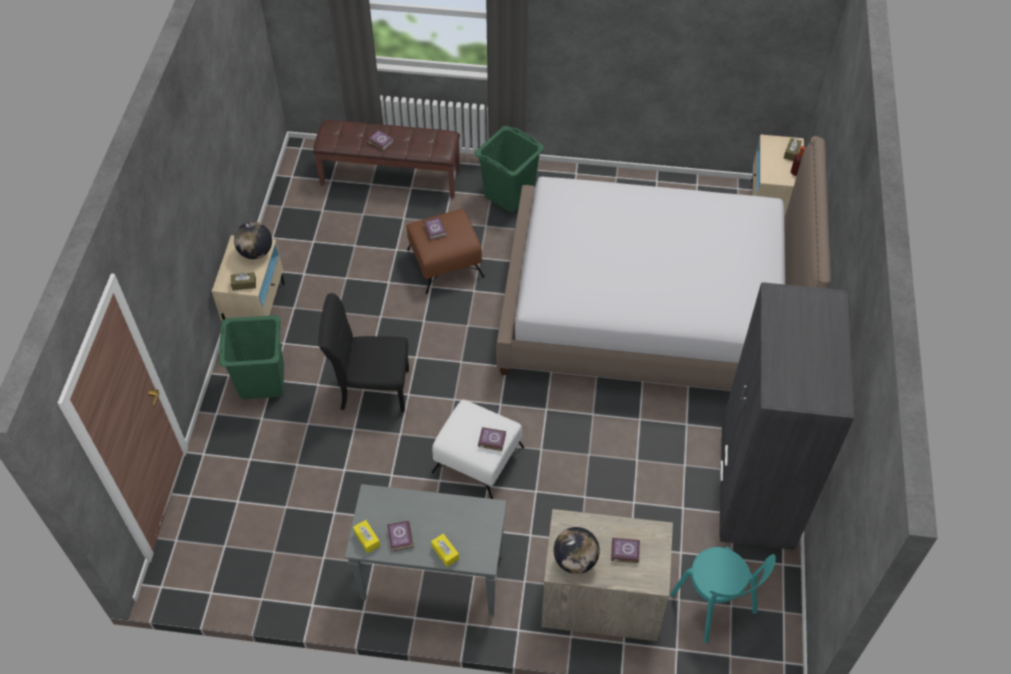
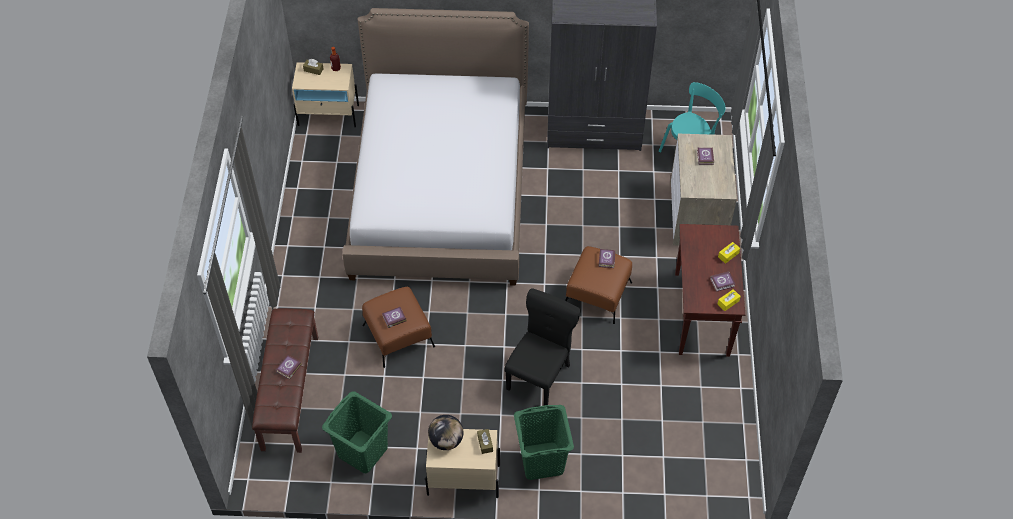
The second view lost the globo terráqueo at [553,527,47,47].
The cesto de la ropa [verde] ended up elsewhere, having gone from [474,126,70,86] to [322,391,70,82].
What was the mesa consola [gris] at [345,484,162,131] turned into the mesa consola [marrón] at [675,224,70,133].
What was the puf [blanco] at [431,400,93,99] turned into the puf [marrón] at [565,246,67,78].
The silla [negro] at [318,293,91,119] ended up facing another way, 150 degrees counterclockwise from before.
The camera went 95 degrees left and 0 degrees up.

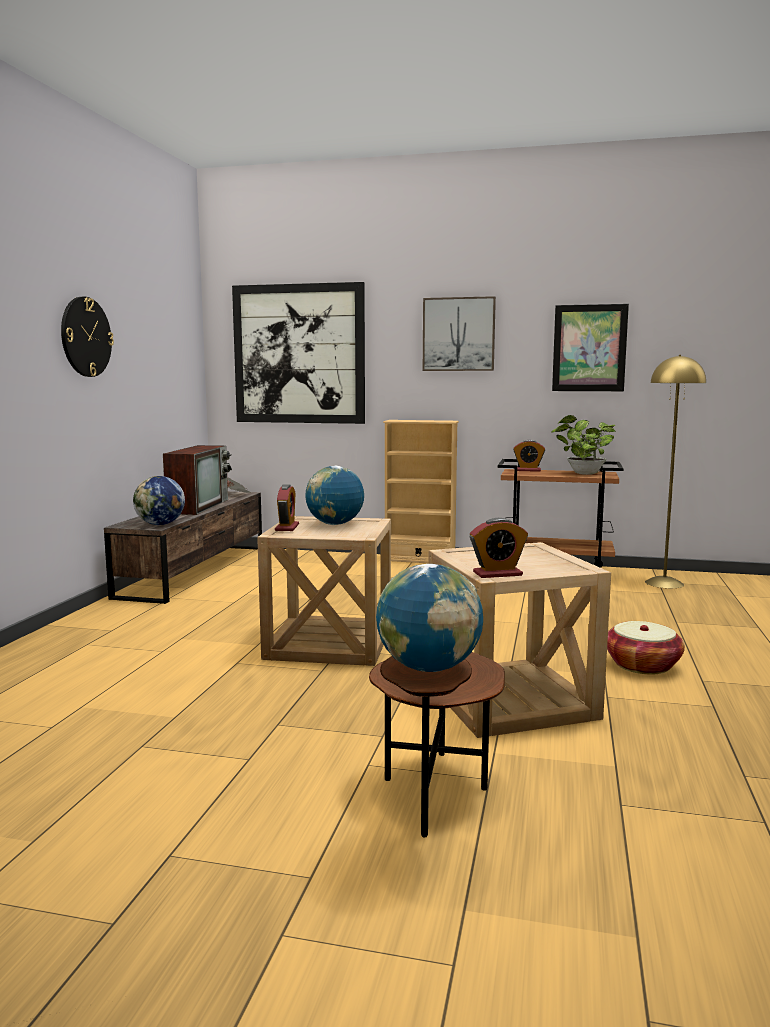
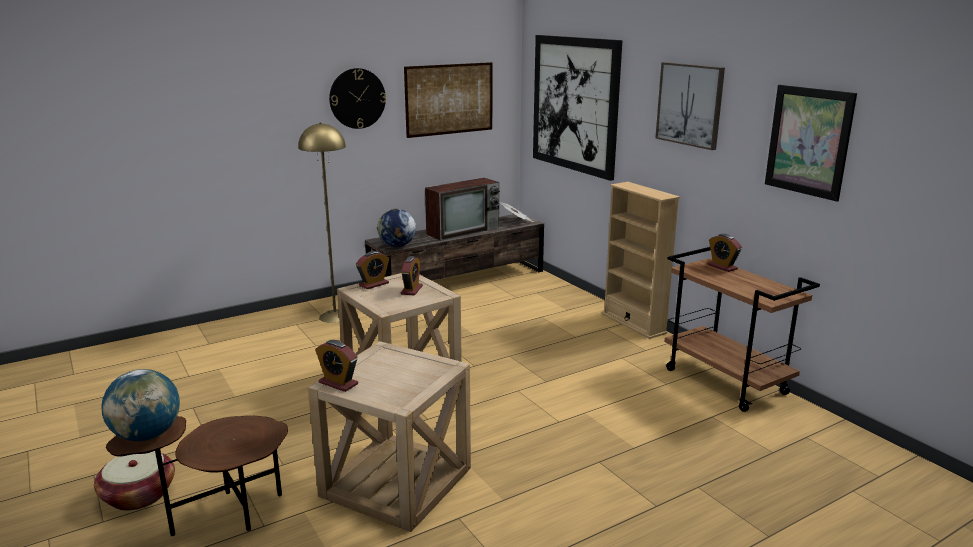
The second view lost the planta en maceta at [552,415,64,60].
The second view gained the cuadro at [404,62,89,76].
The cesta ended up elsewhere, having gone from [607,621,78,54] to [94,451,81,60].
The lámpara de pie [amarillo] ended up elsewhere, having gone from [645,355,61,233] to [298,122,48,201].
Where the globo terráqueo stood at [305,466,59,59], the despertador came to stand at [401,256,22,40].
The camera went 45 degrees right and 10 degrees up.

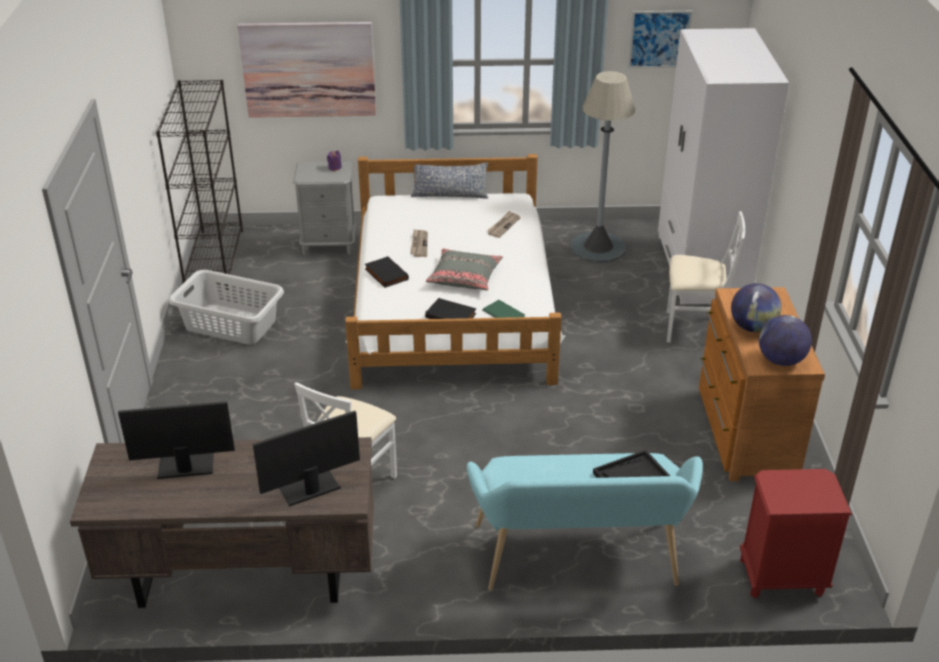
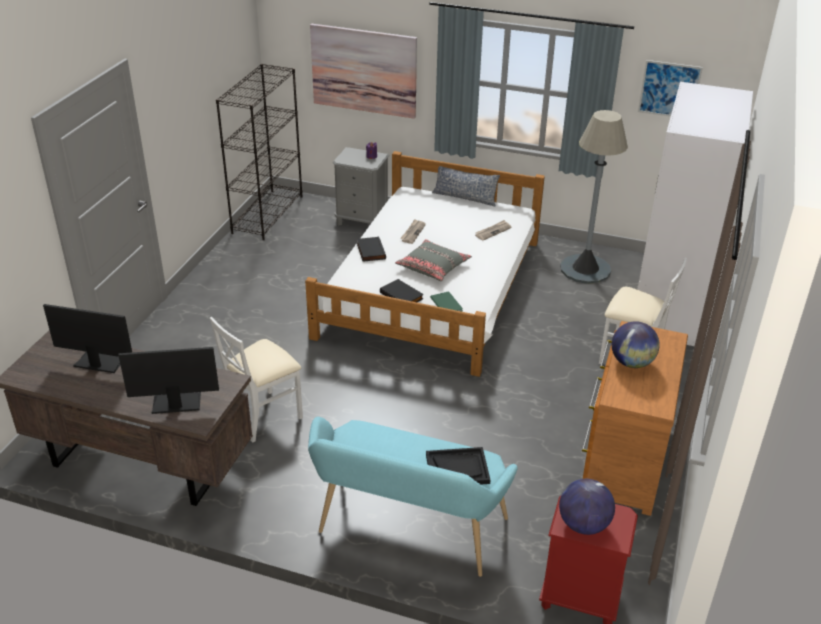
The second view lost the cesto de la ropa [gris] at [169,270,115,75].
The globo terráqueo ended up elsewhere, having gone from [759,315,53,51] to [559,479,56,56].
The camera went 20 degrees right and 0 degrees up.

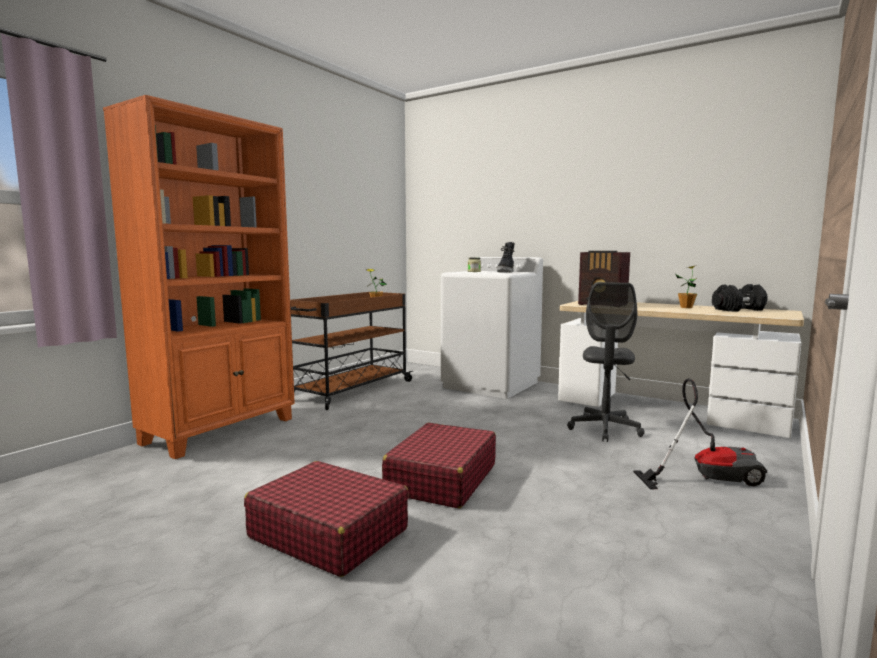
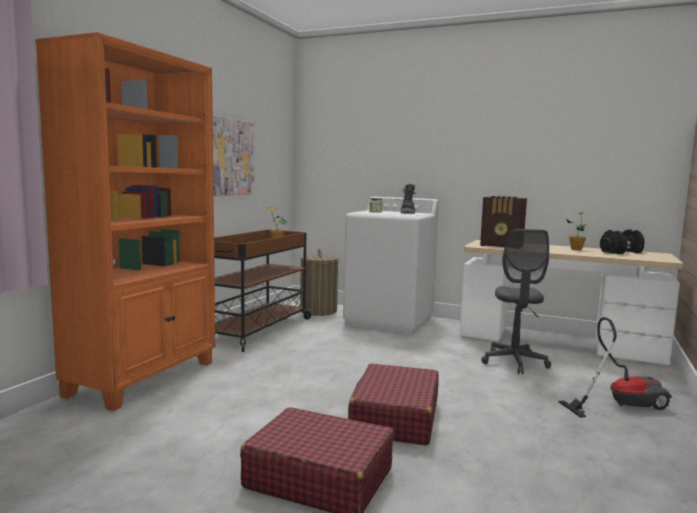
The second view gained the cuadro at [213,116,41,80].
The second view gained the cesto de la ropa at [300,249,38,67].
The camera went 10 degrees left and 0 degrees up.

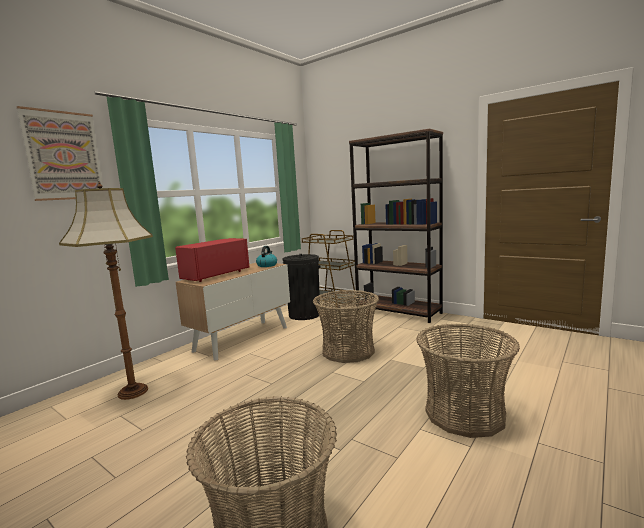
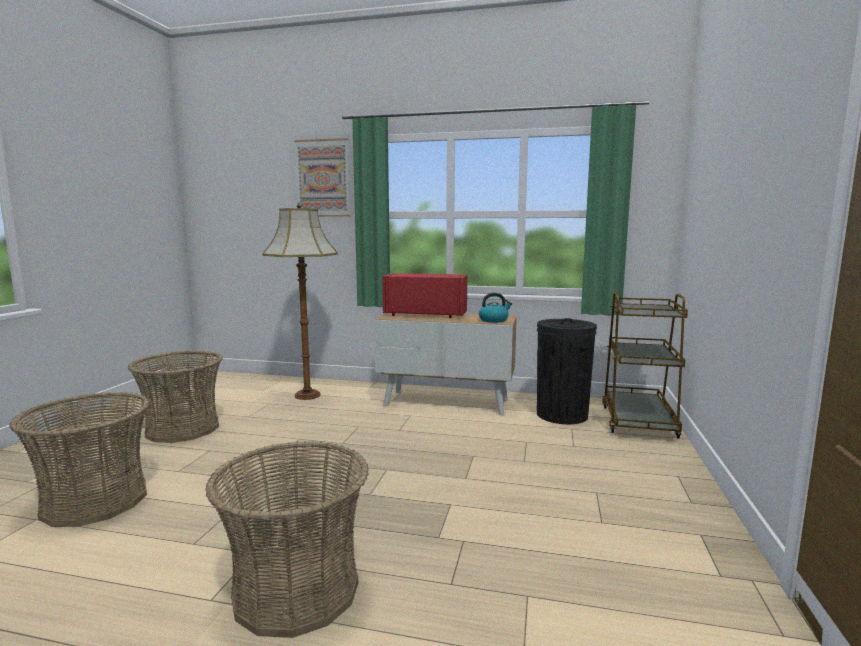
The second view lost the estantería [marrón] at [349,129,94,194].
The cesta ended up elsewhere, having gone from [313,290,66,73] to [128,351,95,92].
The camera went 65 degrees right and 0 degrees up.

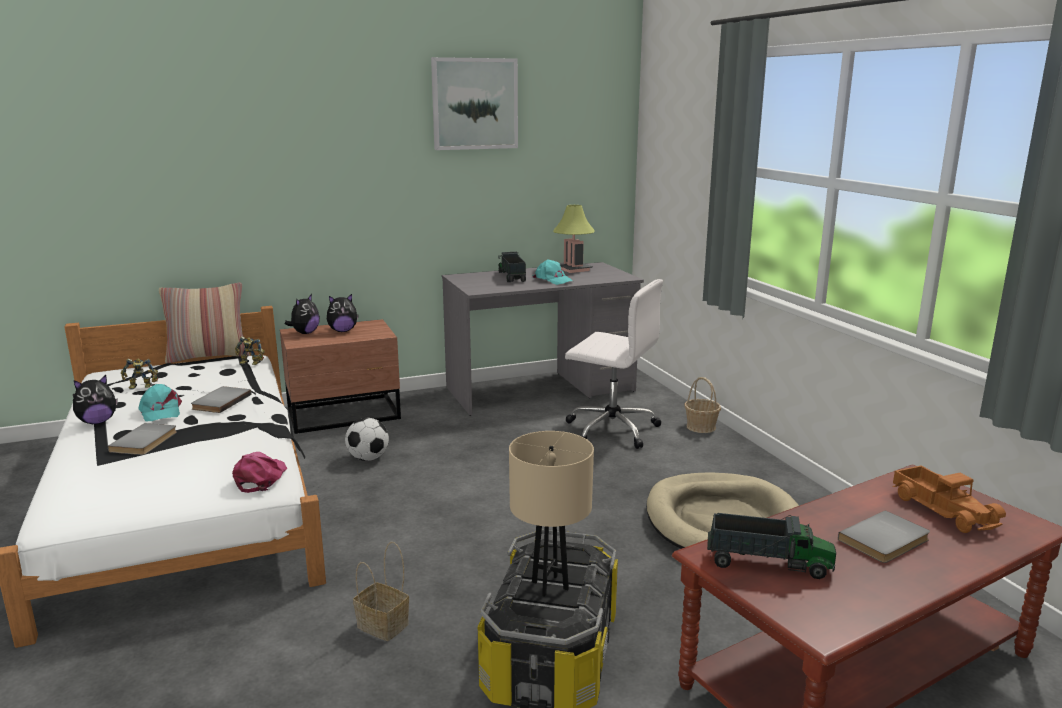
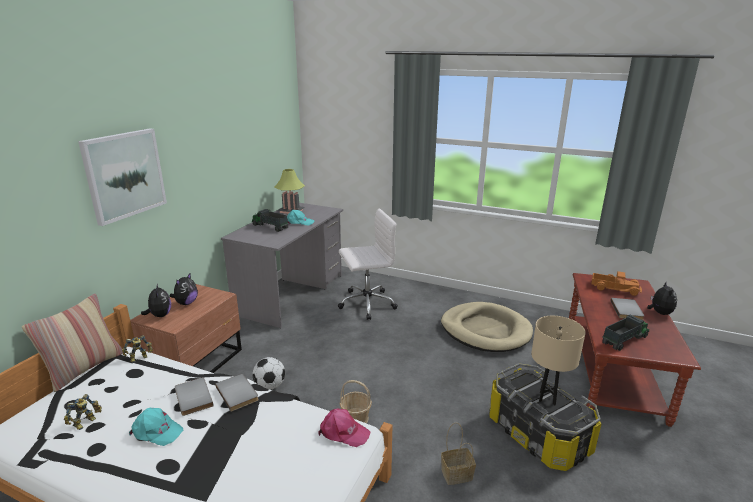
The peluche ended up elsewhere, having gone from [73,375,45,49] to [647,282,30,33].
The libro [gris] ended up elsewhere, having gone from [108,423,69,32] to [215,374,44,38].
The cuadro ended up elsewhere, having gone from [431,57,87,93] to [78,128,89,98].
The cesta ended up elsewhere, having gone from [684,377,37,56] to [339,380,33,44].
The gorra [rosa] at [232,452,55,41] ended up facing another way, 150 degrees clockwise from before.
The camera went 45 degrees left and 5 degrees up.

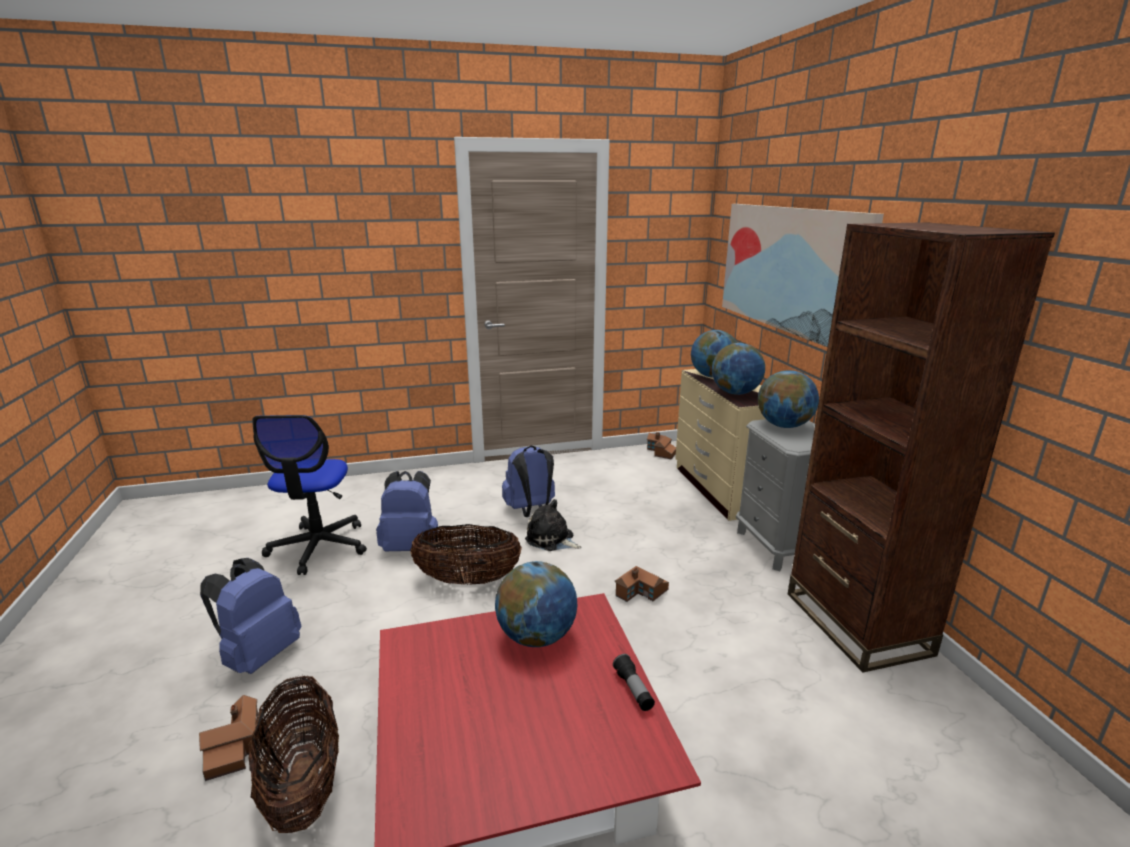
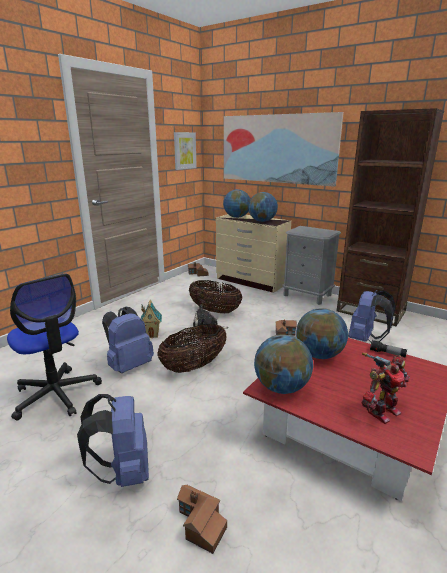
The second view gained the casita at [140,300,22,38].
The second view gained the cuadro at [174,132,23,38].
The second view gained the robot de juguete at [362,353,48,71].
The cesta ended up elsewhere, having gone from [248,675,91,158] to [189,280,53,33].
The mochila [azul] ended up elsewhere, having gone from [502,446,53,71] to [348,290,48,52].
The globo terráqueo ended up elsewhere, having gone from [758,370,61,58] to [254,335,59,59].
The camera went 40 degrees left and 0 degrees up.

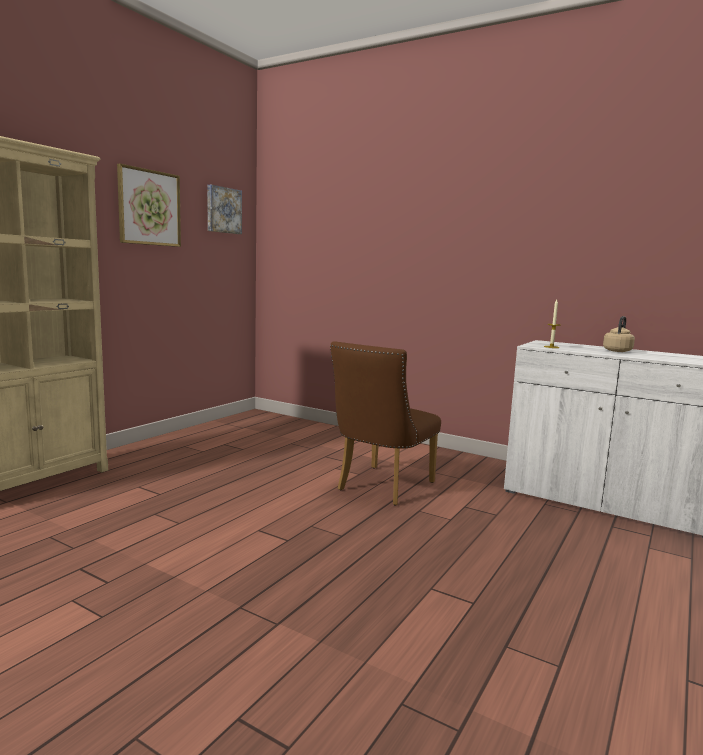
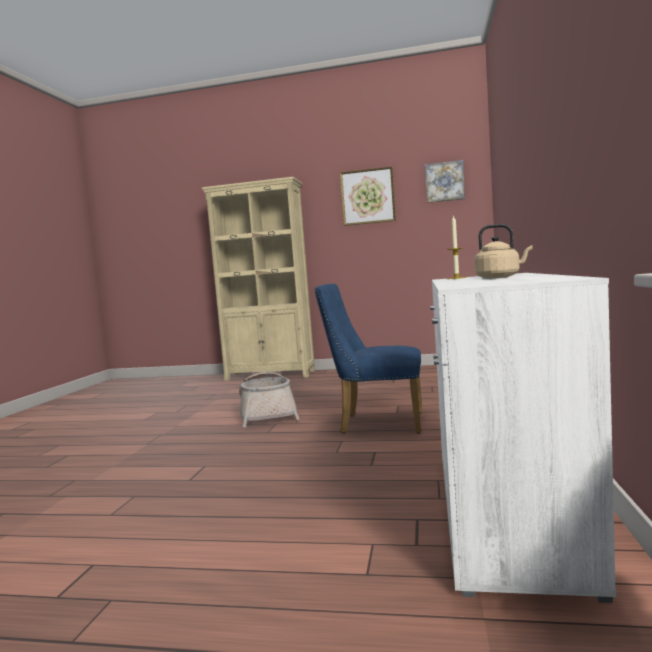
The second view gained the cesta at [239,372,60,56].
What was the silla [marrón] at [330,341,111,164] turned into the silla [azul] at [315,284,108,150].
The camera went 70 degrees right and 5 degrees down.

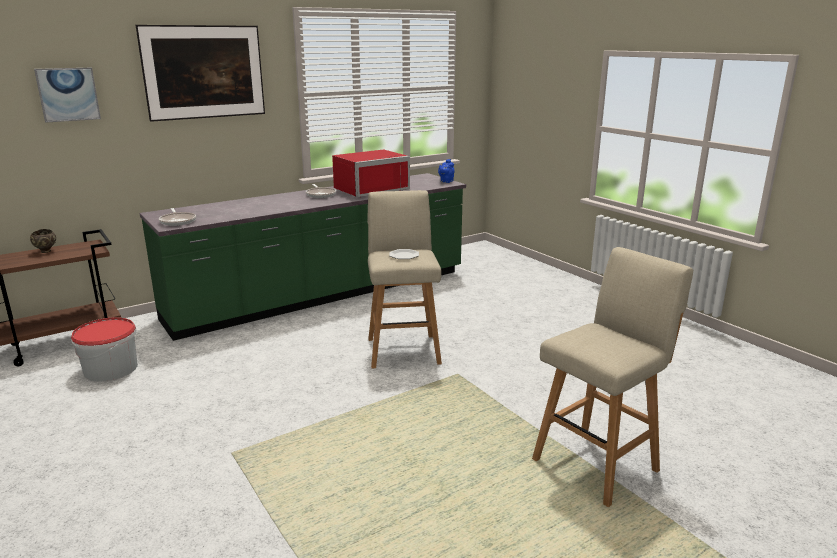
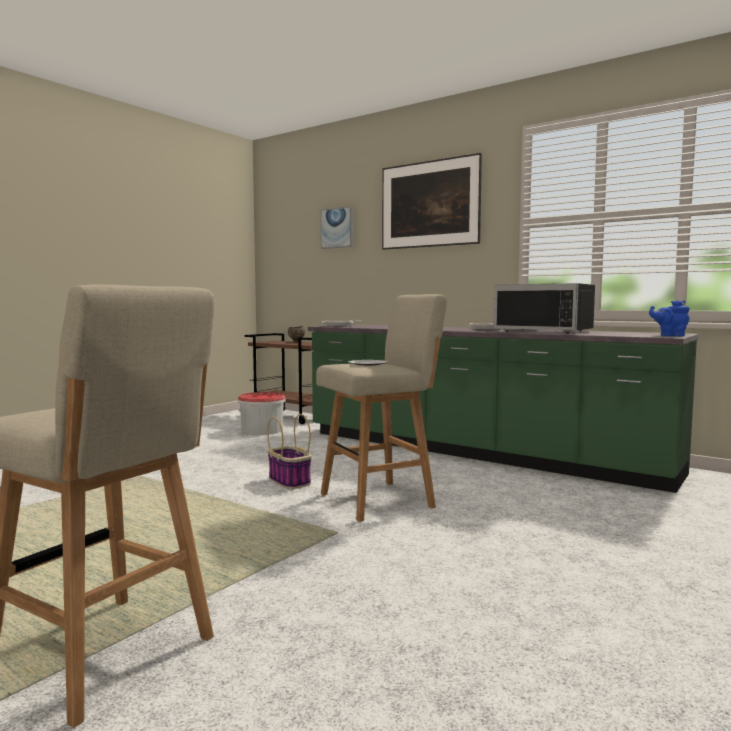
The second view gained the cesta at [267,414,45,75].
What was the microondas [rojo] at [332,150,78,47] turned into the microondas [negro] at [494,283,101,50].
The camera went 70 degrees right and 15 degrees down.

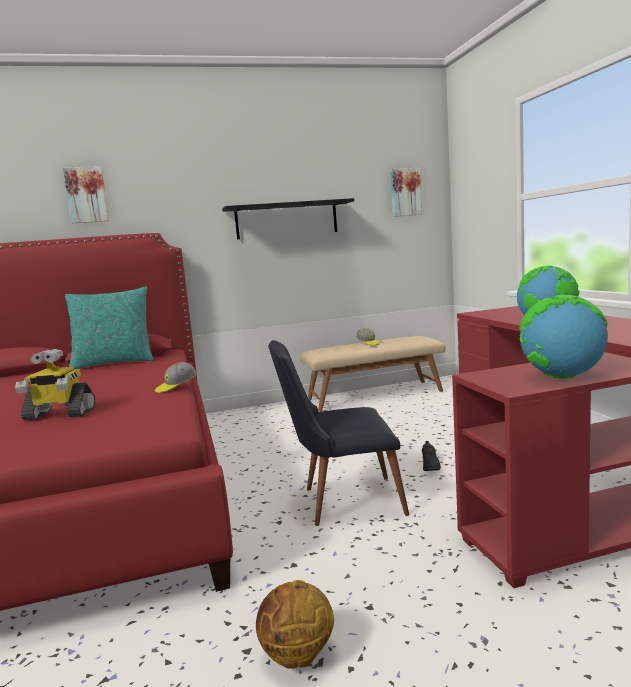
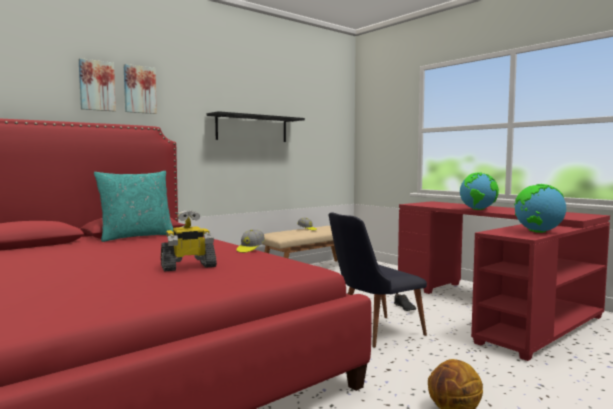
The cuadro ended up elsewhere, having gone from [390,168,32,49] to [124,64,33,50].
The camera went 25 degrees left and 5 degrees down.

